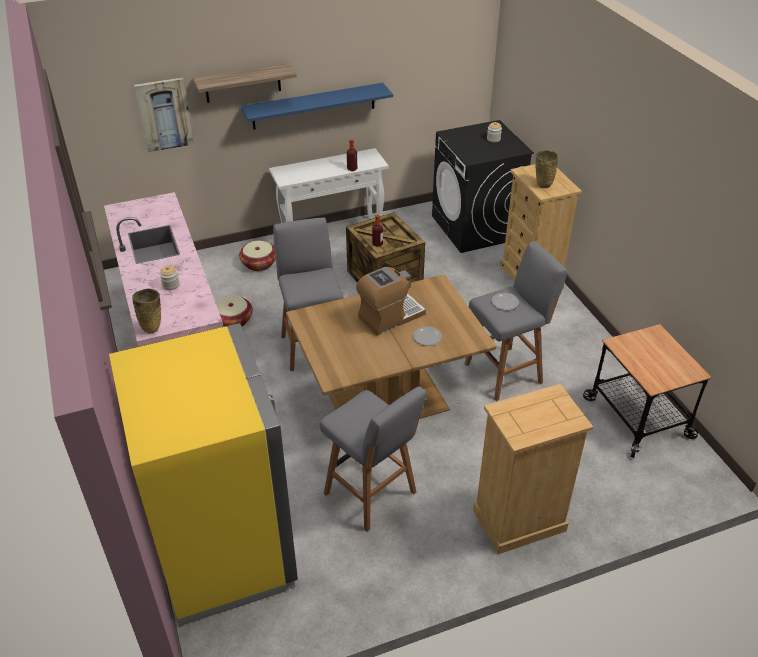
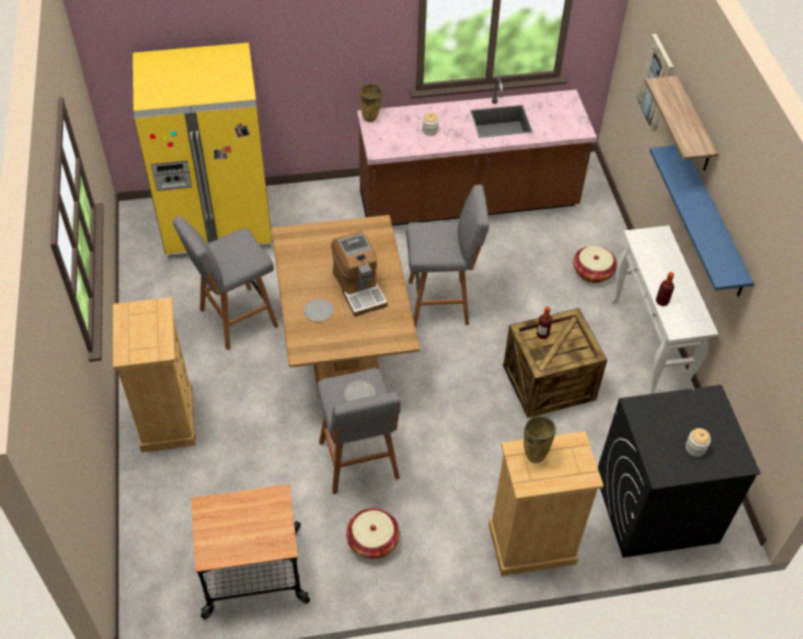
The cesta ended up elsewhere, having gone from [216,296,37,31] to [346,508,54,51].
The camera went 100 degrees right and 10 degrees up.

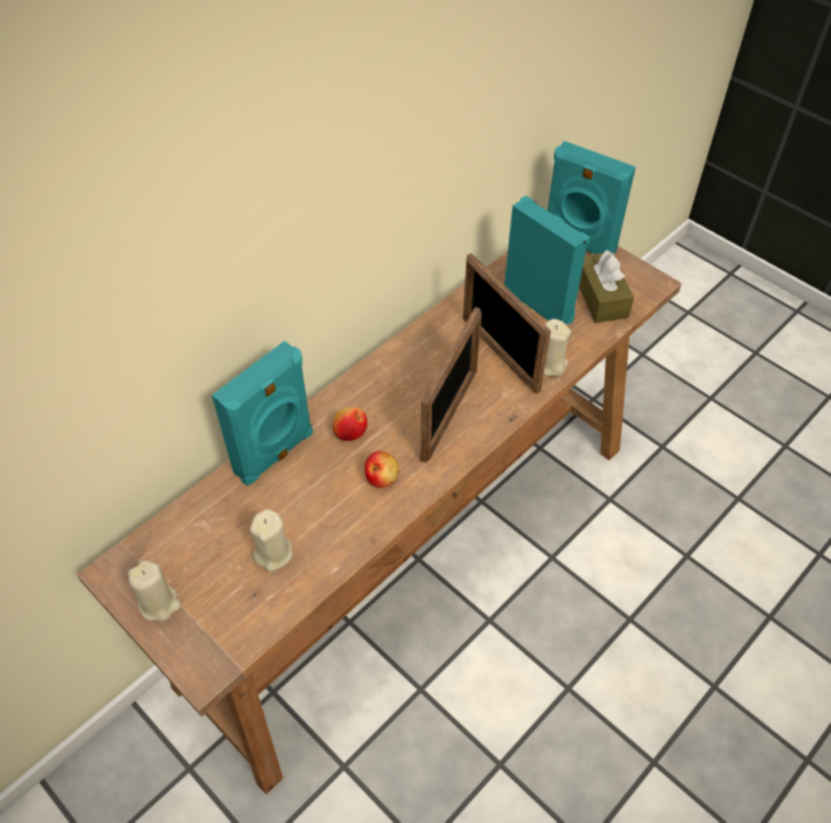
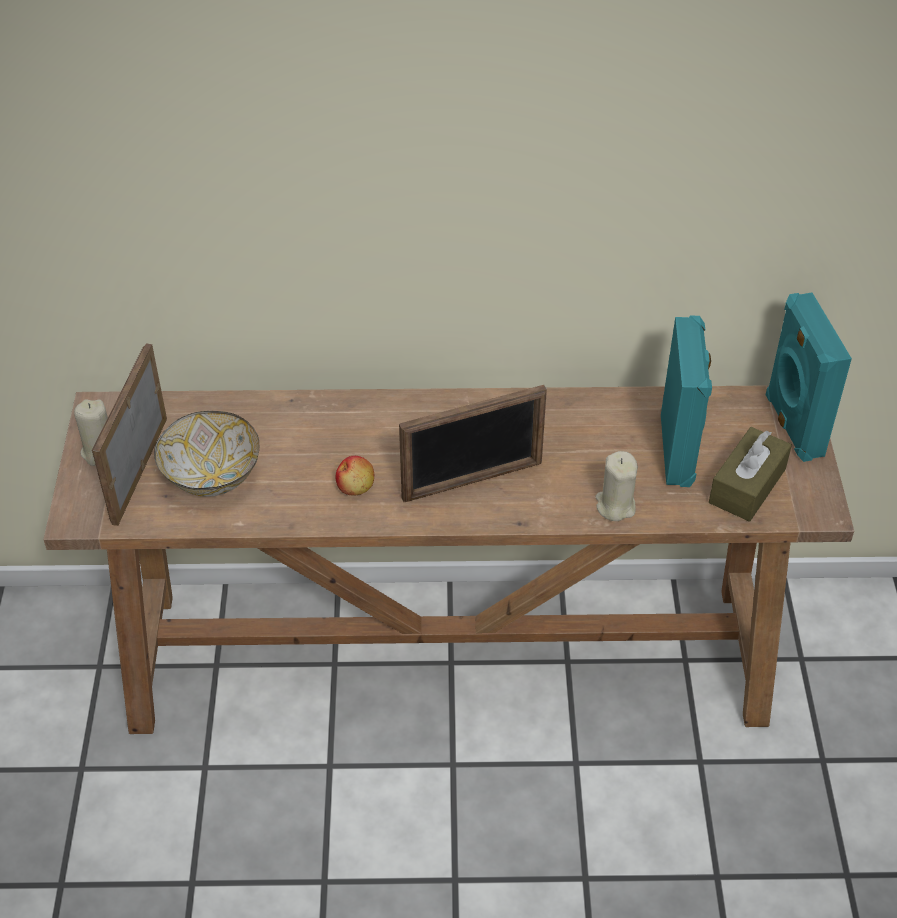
The second view lost the altavoz [turquesa] at [212,341,101,145].
The second view lost the manzana at [333,407,34,34].
The portarretratos ended up elsewhere, having gone from [463,253,88,141] to [92,343,75,183].
Where the vela [beis] stood at [250,509,42,62], the cuenco came to stand at [154,411,105,86].
The camera went 45 degrees right and 5 degrees down.

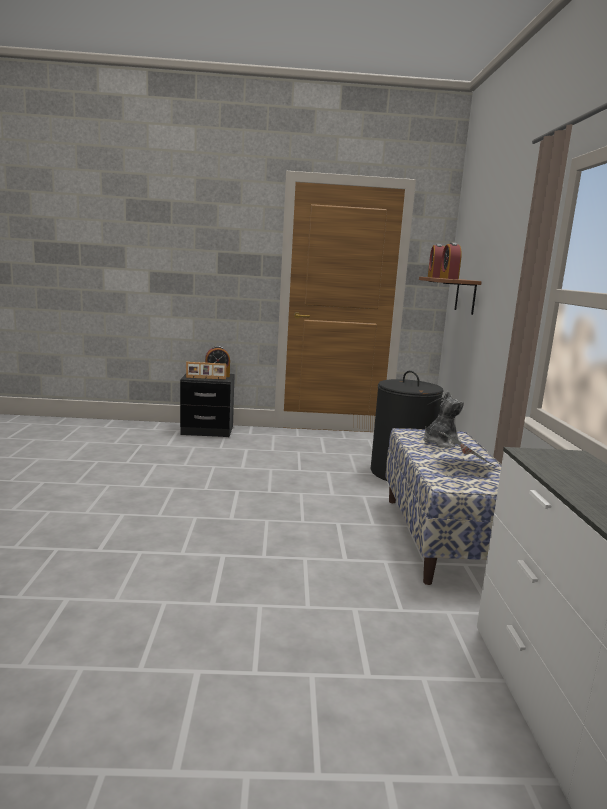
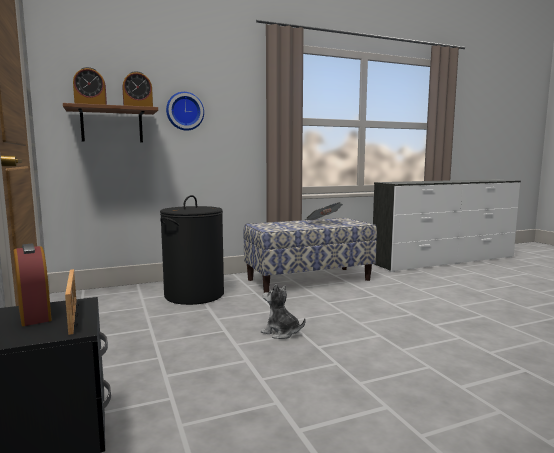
The second view gained the reloj de pared at [166,92,38,39].
The peluche ended up elsewhere, having gone from [424,391,40,57] to [261,284,45,55].
The camera went 110 degrees left and 5 degrees down.

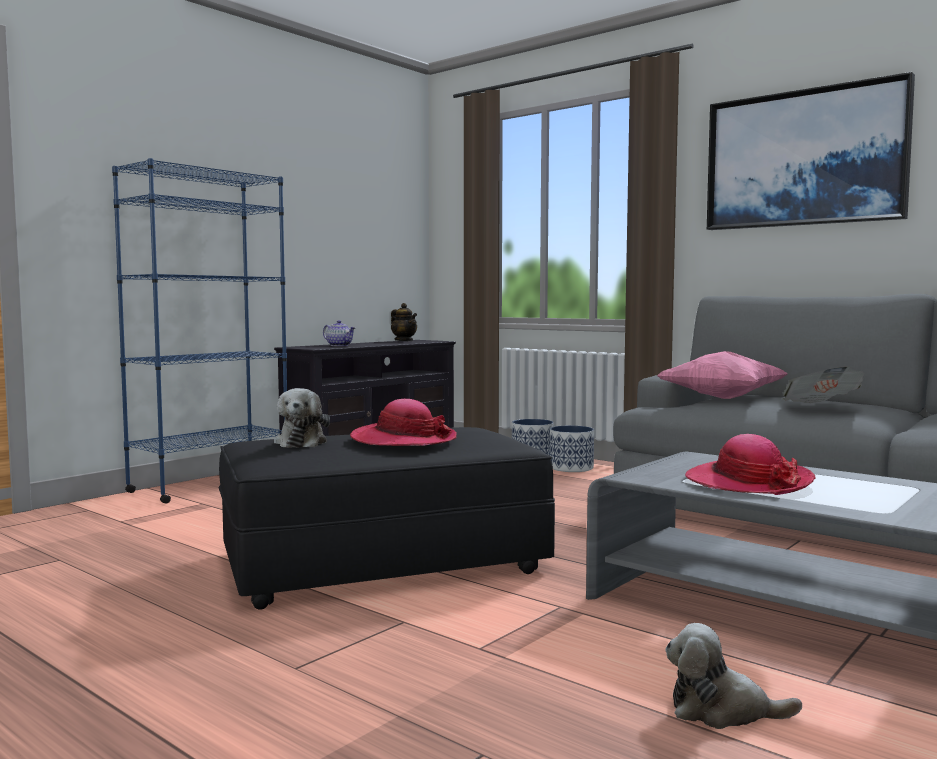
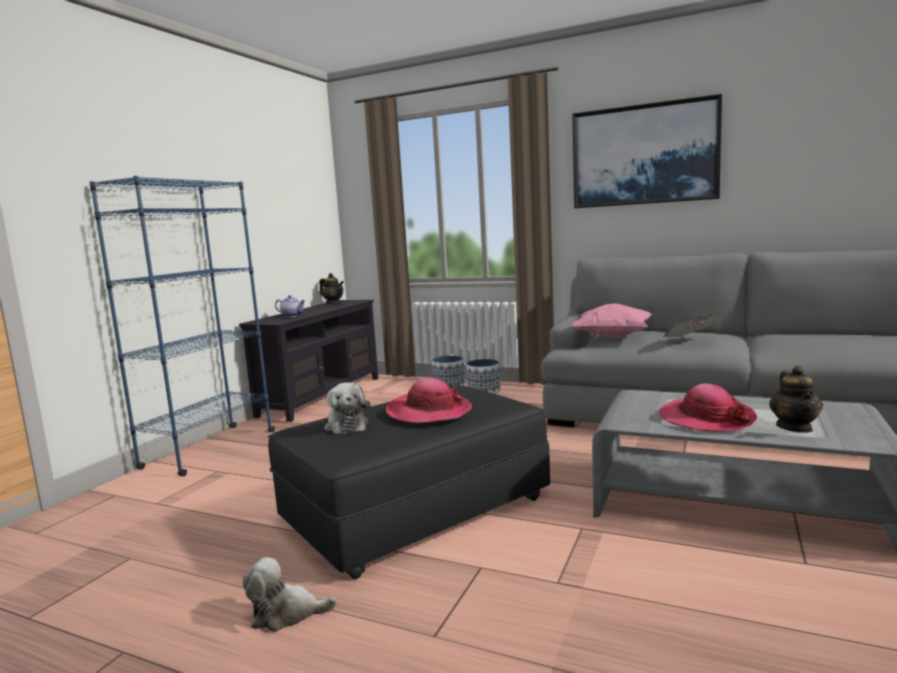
The second view gained the tetera at [769,366,54,67].
The peluche ended up elsewhere, having gone from [665,623,137,106] to [243,557,94,75].
The camera went 15 degrees left and 5 degrees up.

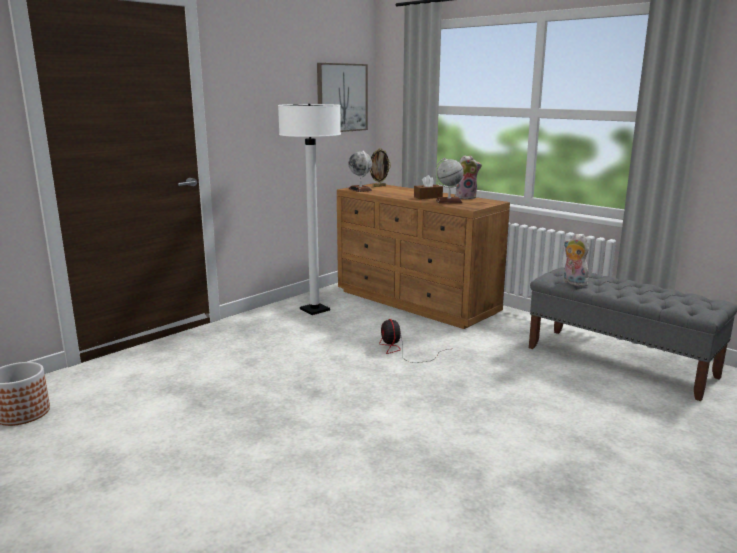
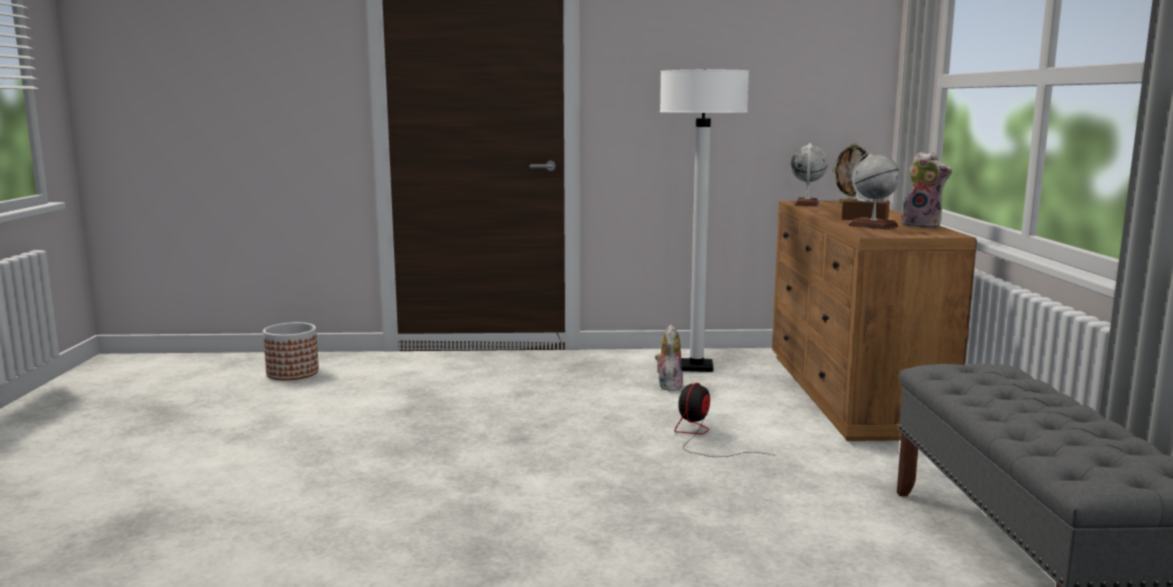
The second view lost the cuadro at [317,63,51,69].
The peluche ended up elsewhere, having gone from [564,234,25,52] to [655,325,28,66].
The camera went 45 degrees right and 5 degrees down.

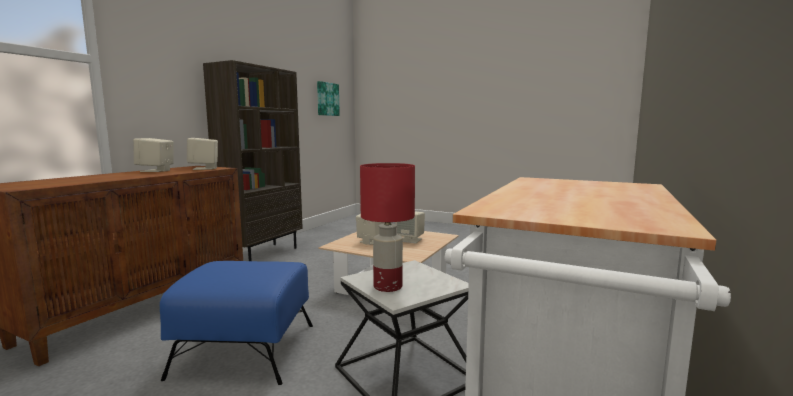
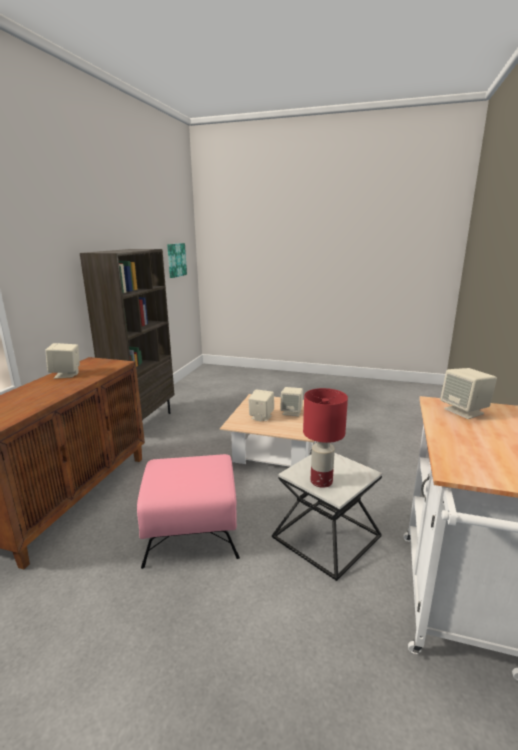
The altavoz [beis] ended up elsewhere, having gone from [187,138,31,32] to [440,368,57,51].
What was the puf [azul] at [160,261,153,124] turned into the puf [rosa] at [137,454,103,115].
The camera went 10 degrees left and 10 degrees up.

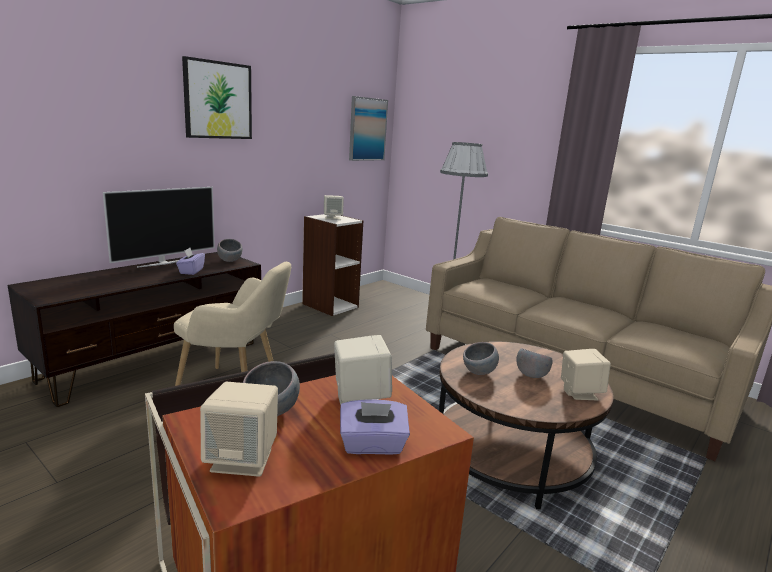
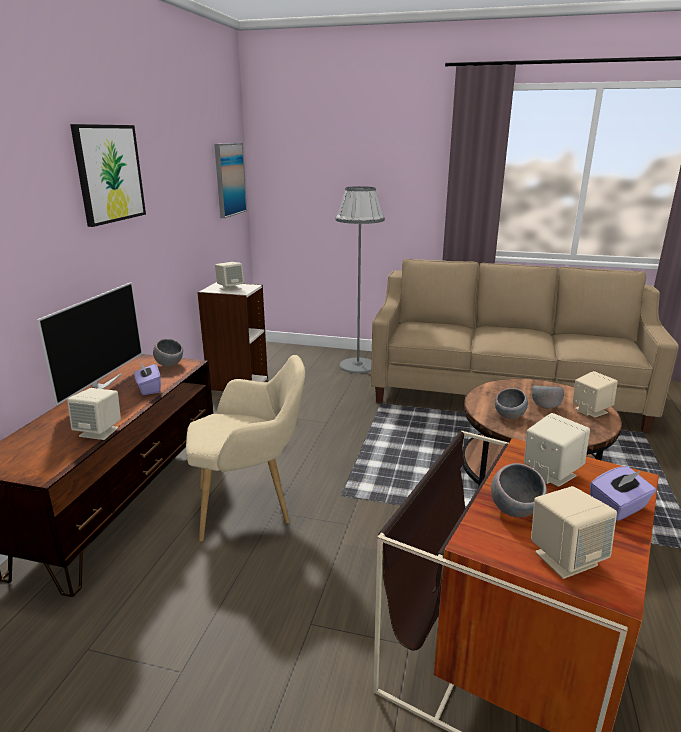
The second view gained the altavoz [beis] at [67,388,54,52].
The camera went 25 degrees left and 5 degrees up.

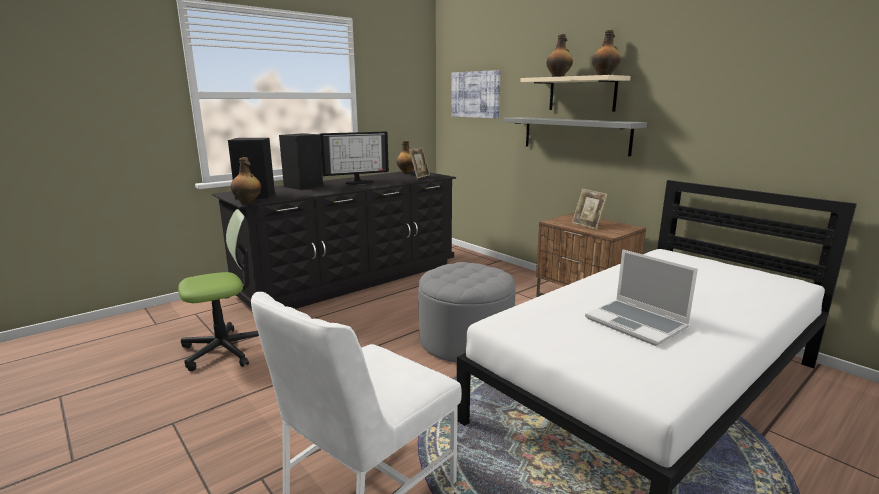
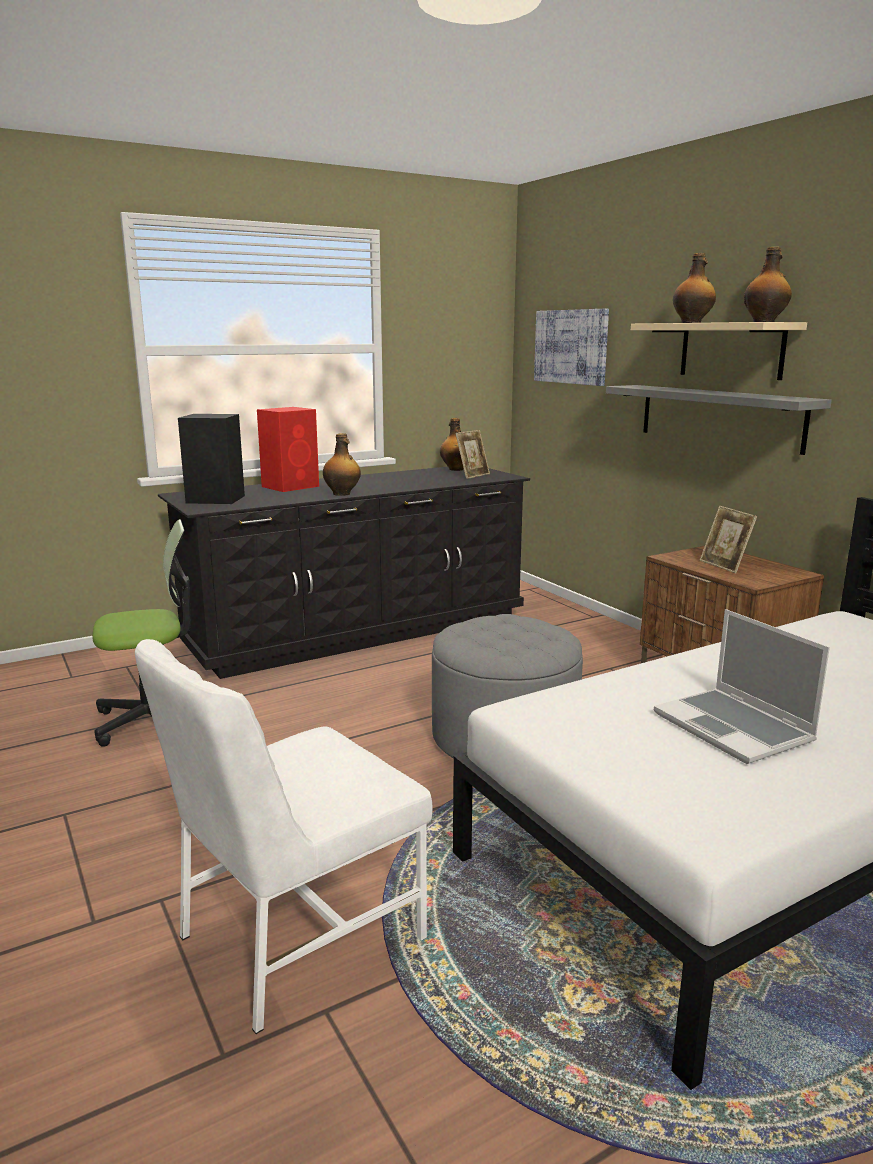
The second view lost the monitor at [320,132,69,53].
The botella ended up elsewhere, having gone from [231,157,30,47] to [323,433,38,63].
What was the altavoz [negro] at [279,133,44,57] turned into the altavoz [rojo] at [257,407,62,85].
The camera went 10 degrees right and 0 degrees up.

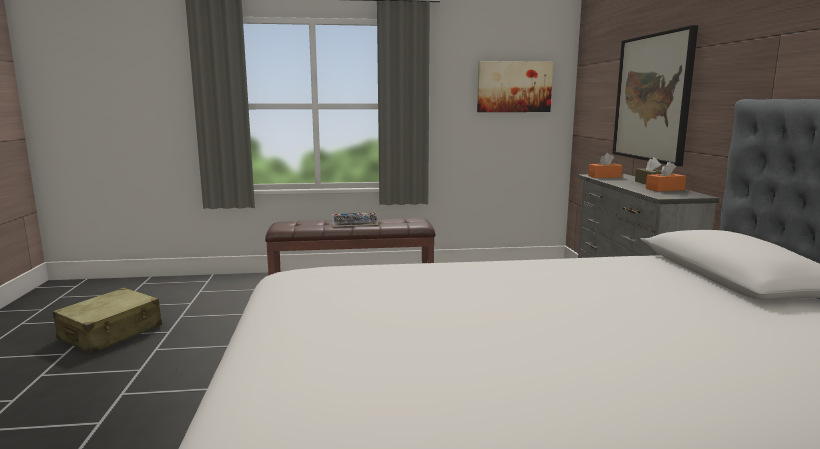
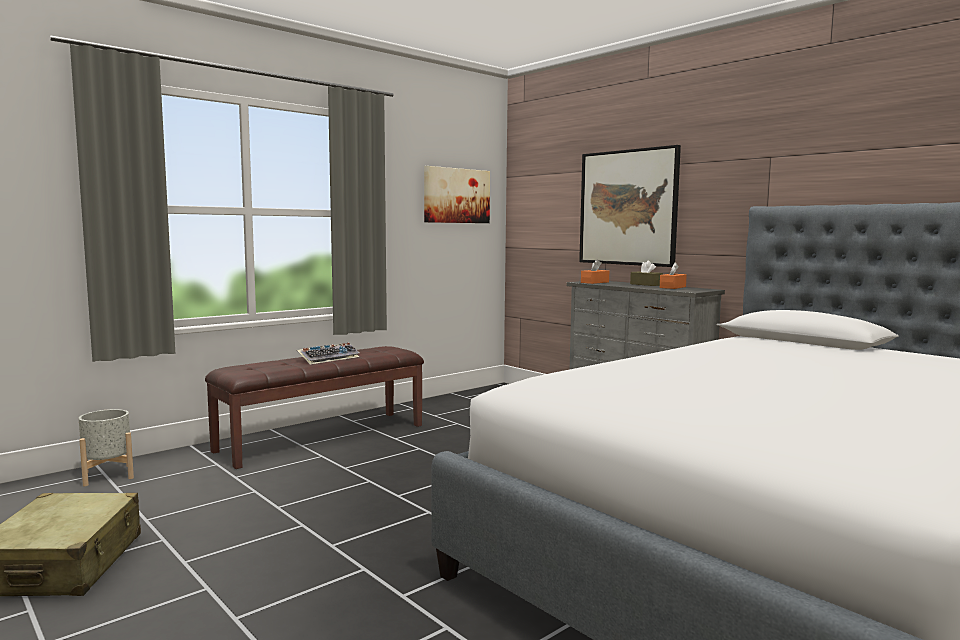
The second view gained the maceta [gris] at [79,409,55,77].
The camera went 35 degrees left and 5 degrees down.

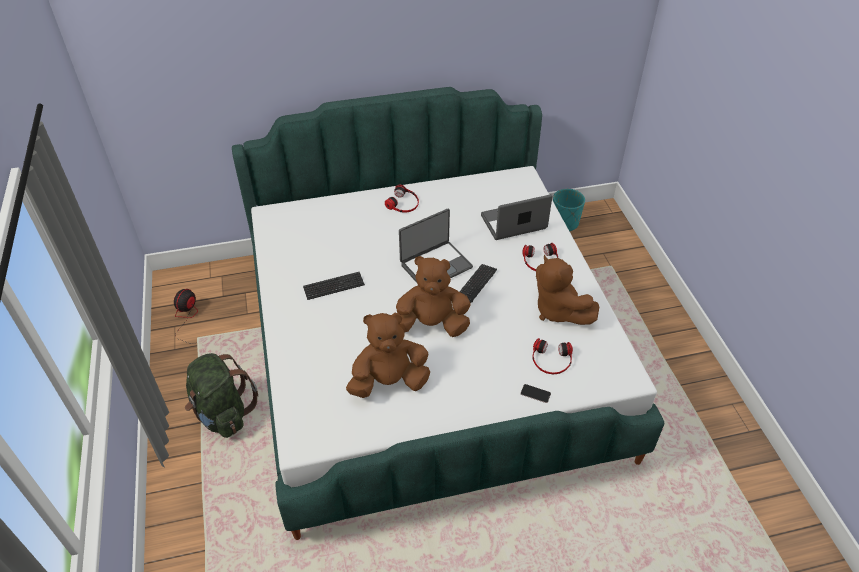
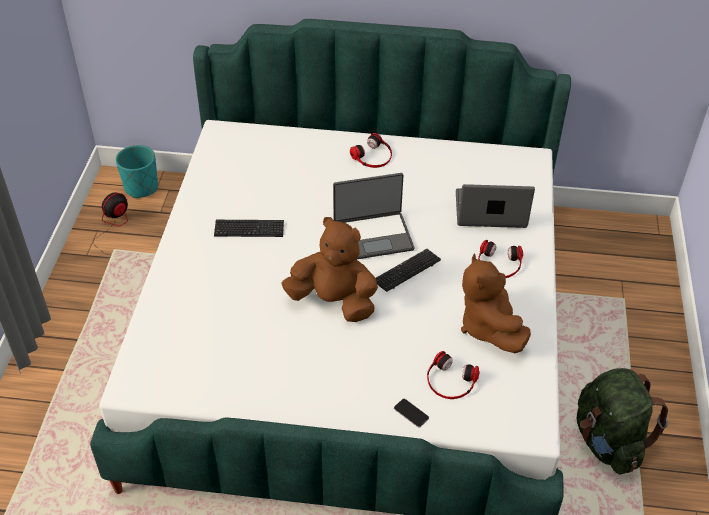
The second view lost the peluche [marrón] at [346,313,84,85].
The mochila [verde] ended up elsewhere, having gone from [185,353,73,85] to [576,368,92,107].
The maceta [turquesa] ended up elsewhere, having gone from [553,189,32,42] to [116,145,42,53].
The camera went 20 degrees right and 0 degrees up.

